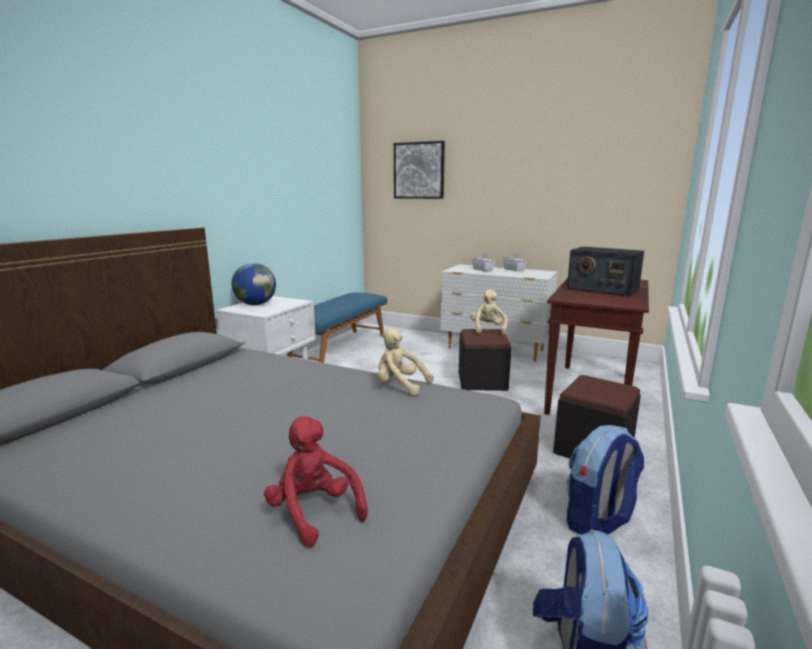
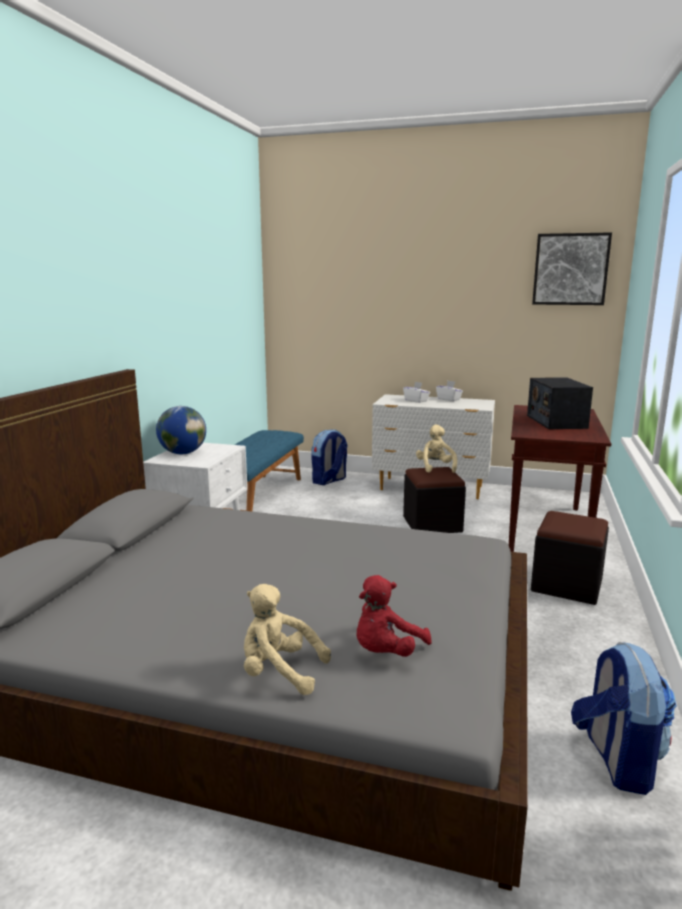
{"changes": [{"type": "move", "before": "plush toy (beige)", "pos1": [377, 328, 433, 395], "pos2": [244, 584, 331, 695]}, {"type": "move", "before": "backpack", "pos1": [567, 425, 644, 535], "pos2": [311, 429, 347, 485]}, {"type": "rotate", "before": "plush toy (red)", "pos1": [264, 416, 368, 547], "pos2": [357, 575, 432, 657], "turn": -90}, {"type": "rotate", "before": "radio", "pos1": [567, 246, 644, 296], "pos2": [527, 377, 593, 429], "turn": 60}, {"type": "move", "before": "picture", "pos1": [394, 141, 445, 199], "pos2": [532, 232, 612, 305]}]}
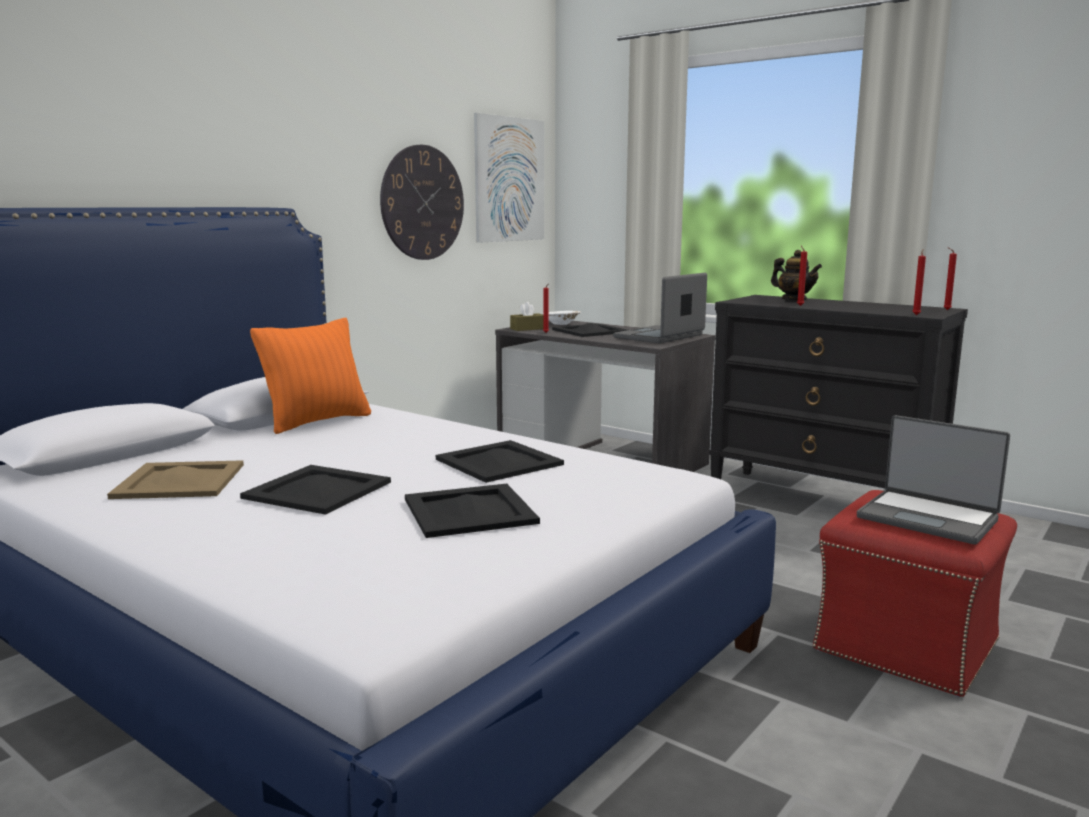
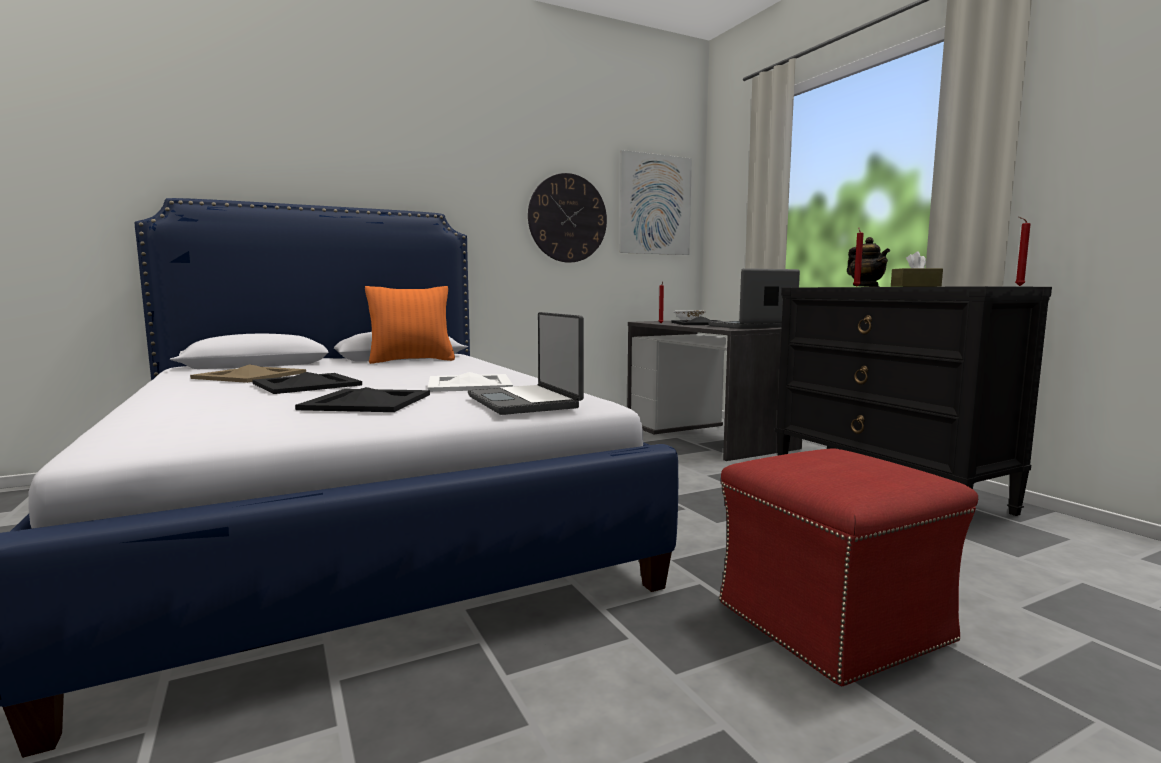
{"changes": [{"type": "recolor", "before": "tray (black)", "after": "tray (white)", "pos1": [436, 440, 564, 483], "pos2": [428, 372, 513, 392]}, {"type": "move", "before": "laptop", "pos1": [857, 415, 1010, 545], "pos2": [468, 312, 584, 415]}, {"type": "move", "before": "tissue box (brown)", "pos1": [510, 302, 543, 331], "pos2": [891, 251, 943, 287]}, {"type": "delete", "before": "candle (red)", "pos1": [912, 249, 926, 315]}]}
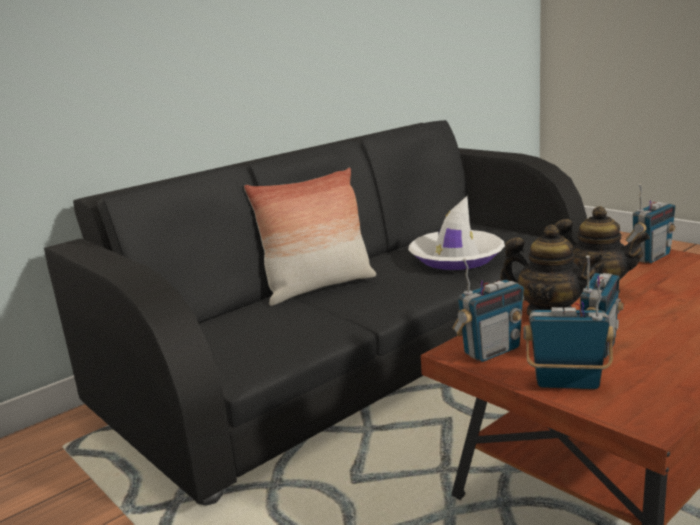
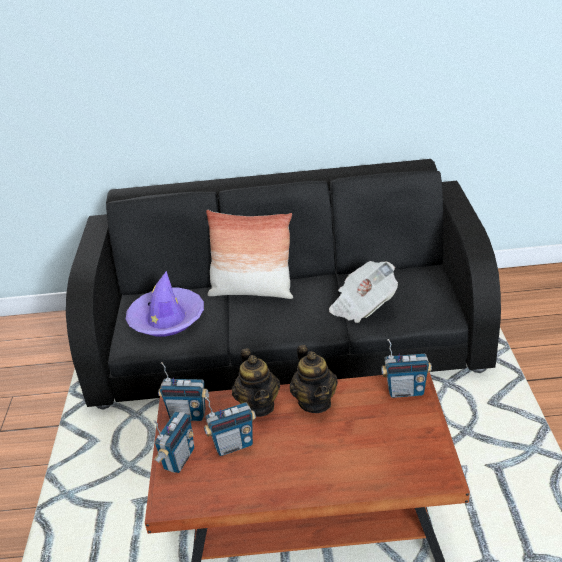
{"changes": [{"type": "insert", "after": "hat (purple)", "pos2": [126, 271, 204, 337]}, {"type": "rotate", "before": "radio", "pos1": [523, 278, 615, 389], "pos2": [153, 411, 194, 473], "turn": 60}, {"type": "replace", "before": "hat (white)", "after": "newspaper", "pos1": [408, 196, 505, 270], "pos2": [329, 261, 398, 323]}]}
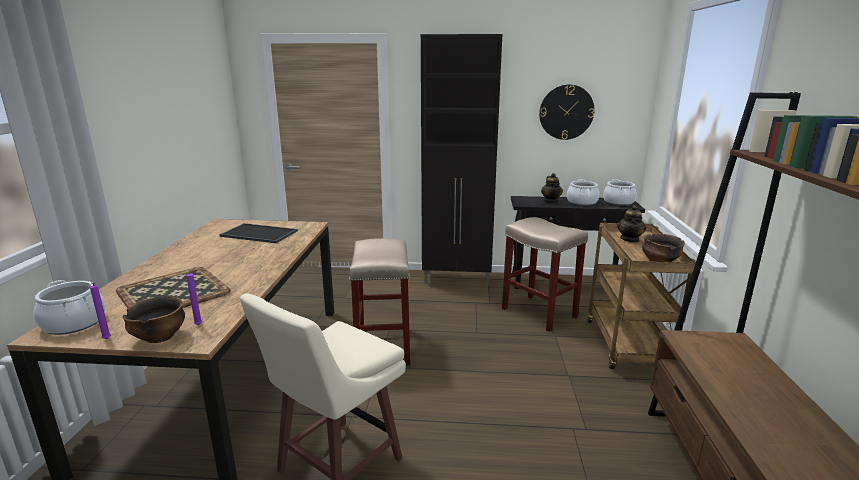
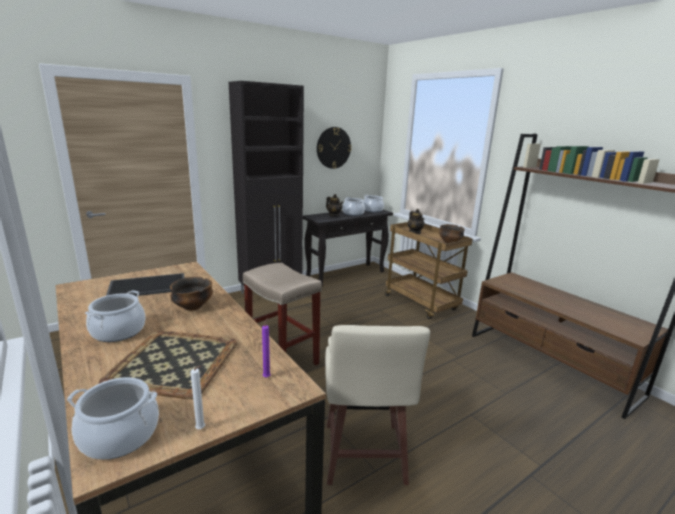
{"changes": [{"type": "insert", "after": "cooking pot", "pos2": [85, 290, 146, 342]}, {"type": "move", "before": "bowl", "pos1": [122, 296, 185, 343], "pos2": [170, 277, 213, 311]}, {"type": "recolor", "before": "candle (purple)", "after": "candle (white)", "pos1": [90, 283, 111, 339], "pos2": [191, 366, 205, 429]}, {"type": "delete", "before": "stool (beige)", "pos1": [502, 217, 588, 332]}]}
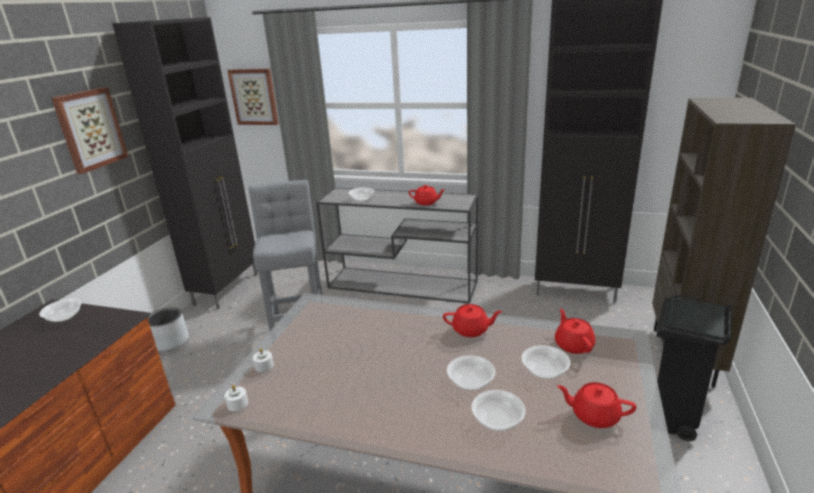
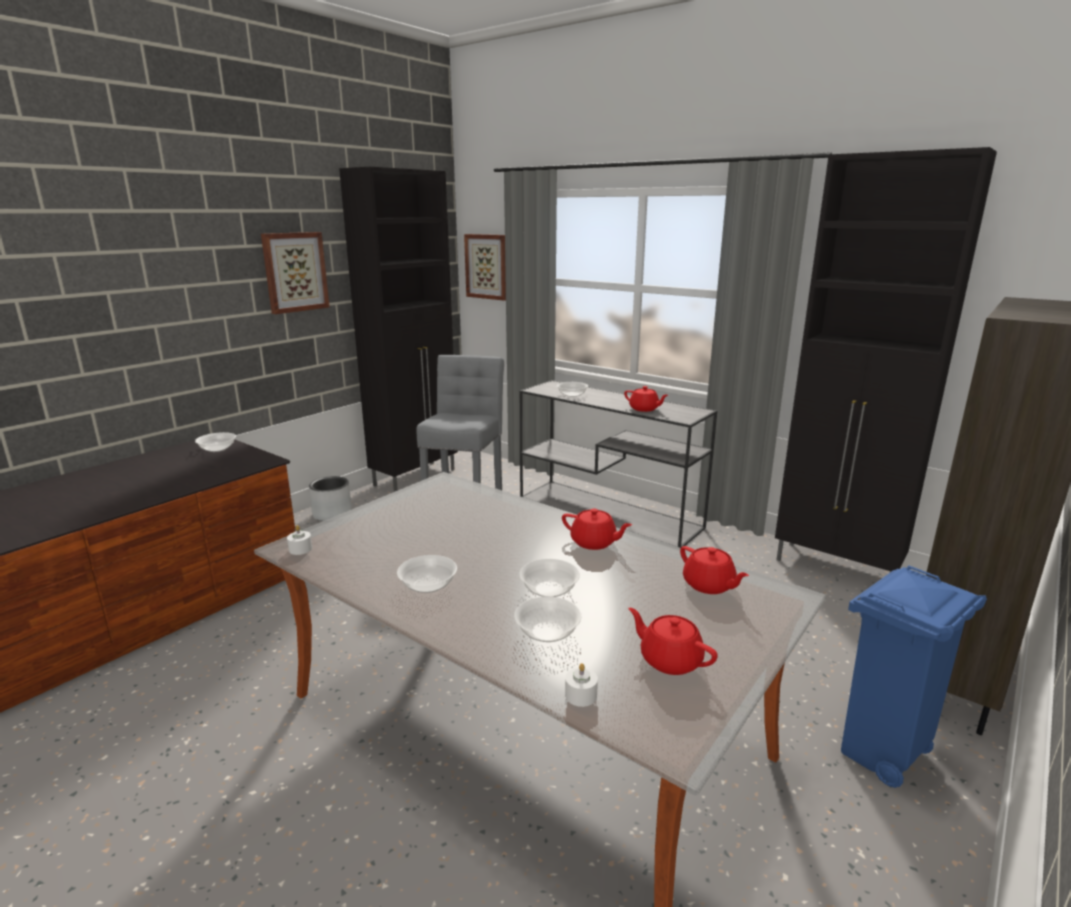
{"changes": [{"type": "move", "before": "bowl", "pos1": [522, 345, 571, 379], "pos2": [397, 555, 457, 593]}, {"type": "move", "before": "candle (white)", "pos1": [253, 348, 274, 372], "pos2": [565, 663, 598, 707]}, {"type": "rotate", "before": "teapot (red)", "pos1": [555, 309, 596, 354], "pos2": [680, 546, 749, 594], "turn": 135}, {"type": "recolor", "before": "trash can (black)", "after": "trash can (blue)", "pos1": [656, 294, 732, 441], "pos2": [841, 566, 987, 788]}]}
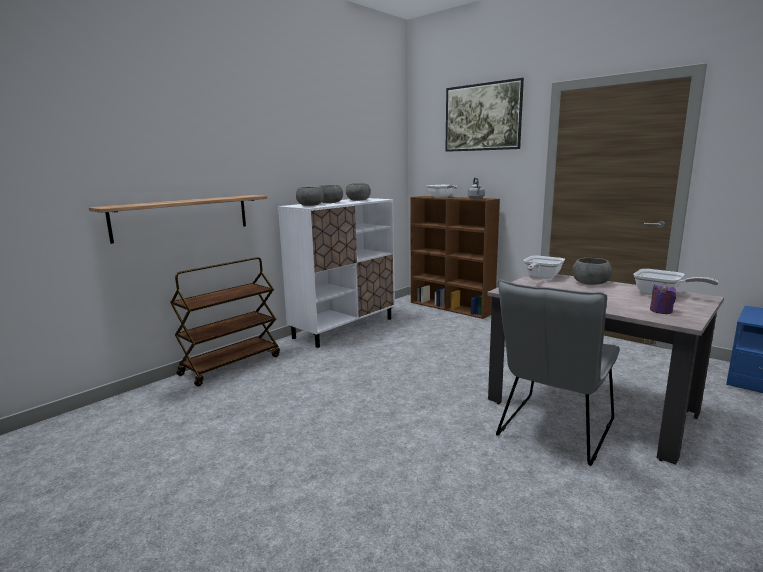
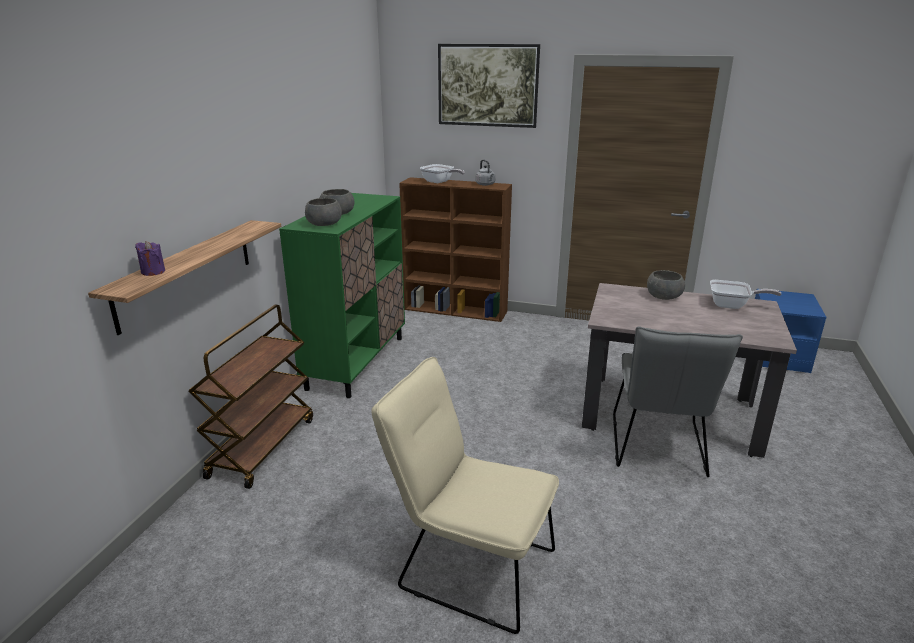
{"changes": [{"type": "move", "before": "candle (purple)", "pos1": [650, 283, 676, 314], "pos2": [135, 241, 165, 276]}, {"type": "recolor", "before": "cabinet (white)", "after": "cabinet (green)", "pos1": [278, 198, 395, 348], "pos2": [279, 193, 405, 398]}, {"type": "insert", "after": "chair (beige)", "pos2": [372, 357, 559, 634]}, {"type": "delete", "before": "bowl (grey)", "pos1": [346, 183, 371, 201]}, {"type": "delete", "before": "frying pan", "pos1": [524, 256, 565, 279]}]}
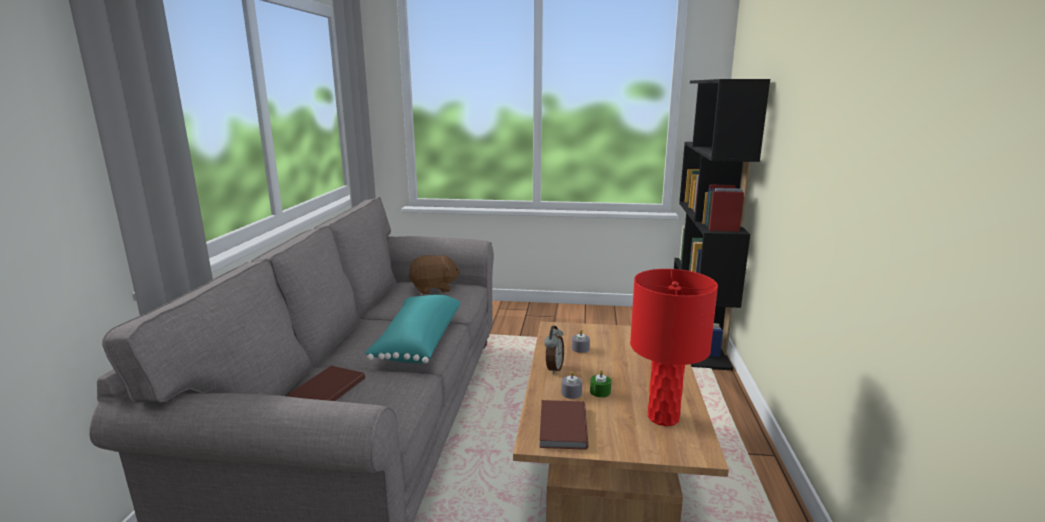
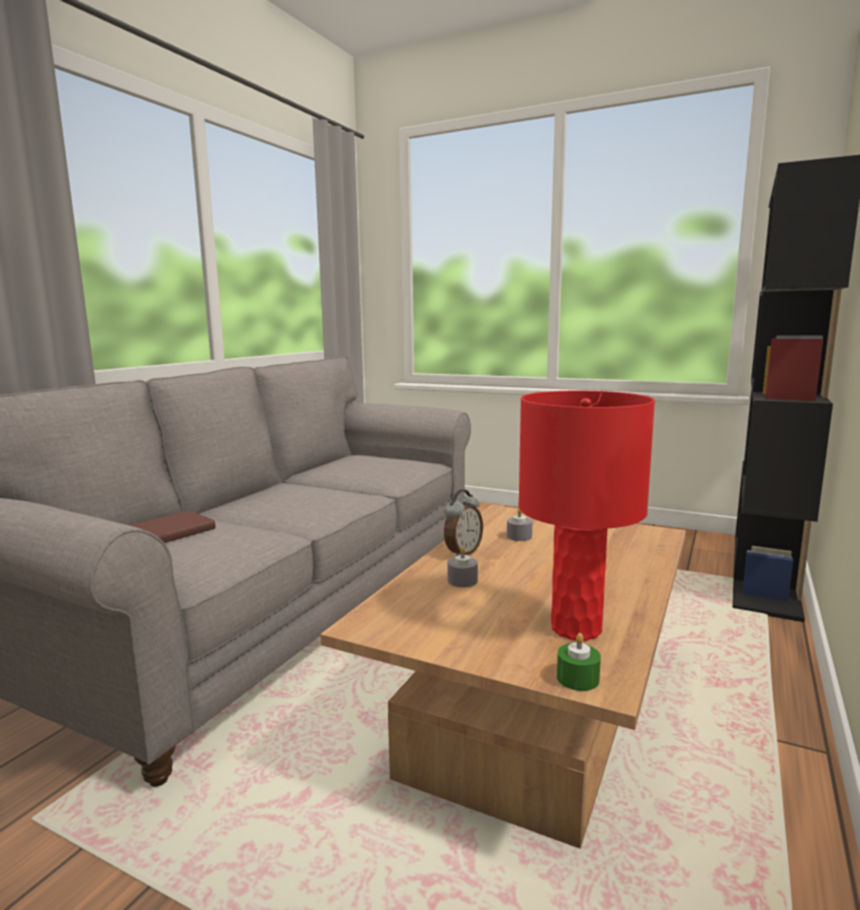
{"changes": [{"type": "move", "before": "candle (green)", "pos1": [590, 370, 611, 398], "pos2": [557, 633, 601, 691]}, {"type": "delete", "before": "pillow (turquoise)", "pos1": [365, 295, 461, 363]}, {"type": "delete", "before": "plush toy (brown)", "pos1": [408, 255, 460, 294]}, {"type": "delete", "before": "book (brown)", "pos1": [539, 400, 588, 450]}]}
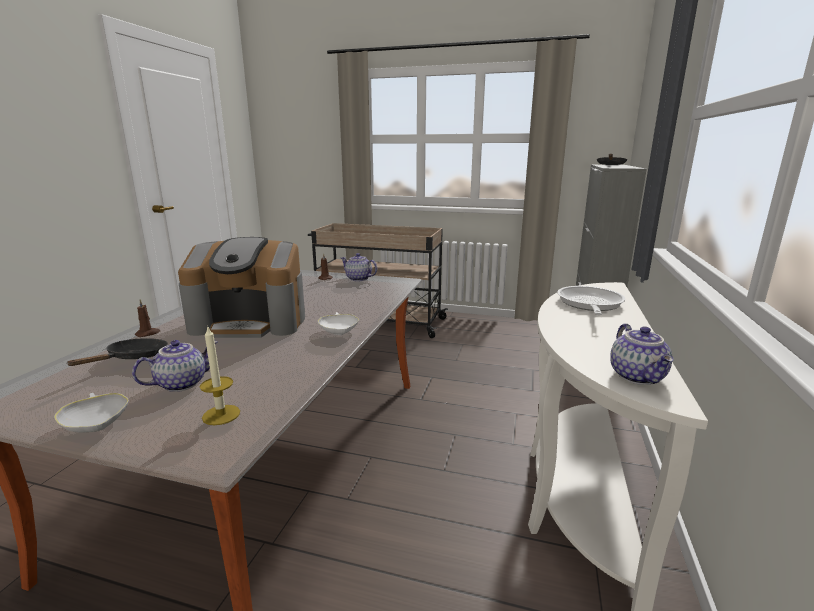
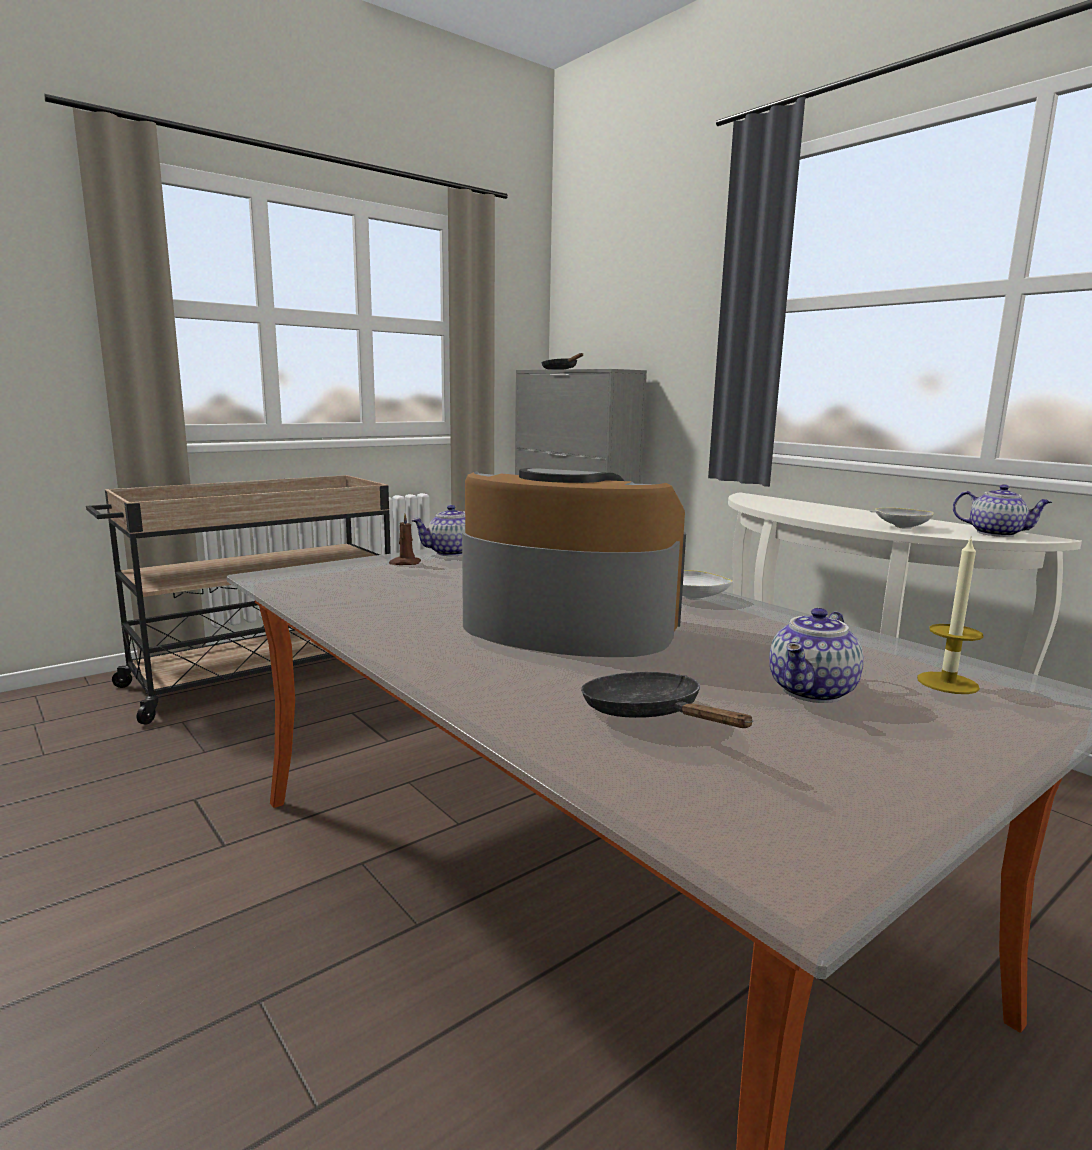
{"changes": [{"type": "rotate", "before": "coffee machine", "pos1": [178, 237, 305, 338], "pos2": [462, 468, 686, 657], "turn": -105}, {"type": "rotate", "before": "teapot", "pos1": [132, 340, 218, 392], "pos2": [769, 608, 864, 703], "turn": -135}, {"type": "move", "before": "bowl (white)", "pos1": [54, 393, 129, 432], "pos2": [870, 508, 934, 529]}, {"type": "delete", "before": "candle (brown)", "pos1": [135, 299, 160, 337]}, {"type": "delete", "before": "frying pan", "pos1": [557, 286, 626, 315]}]}
